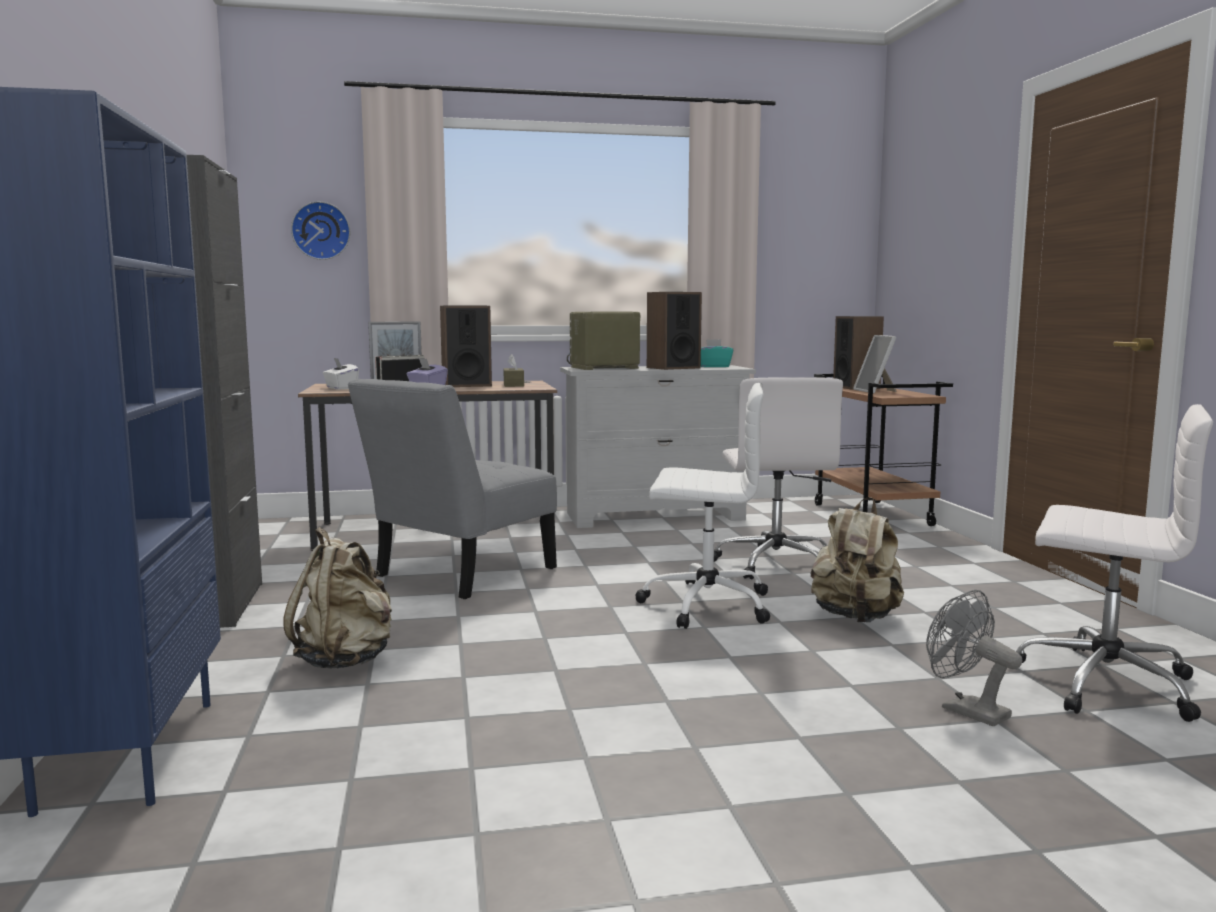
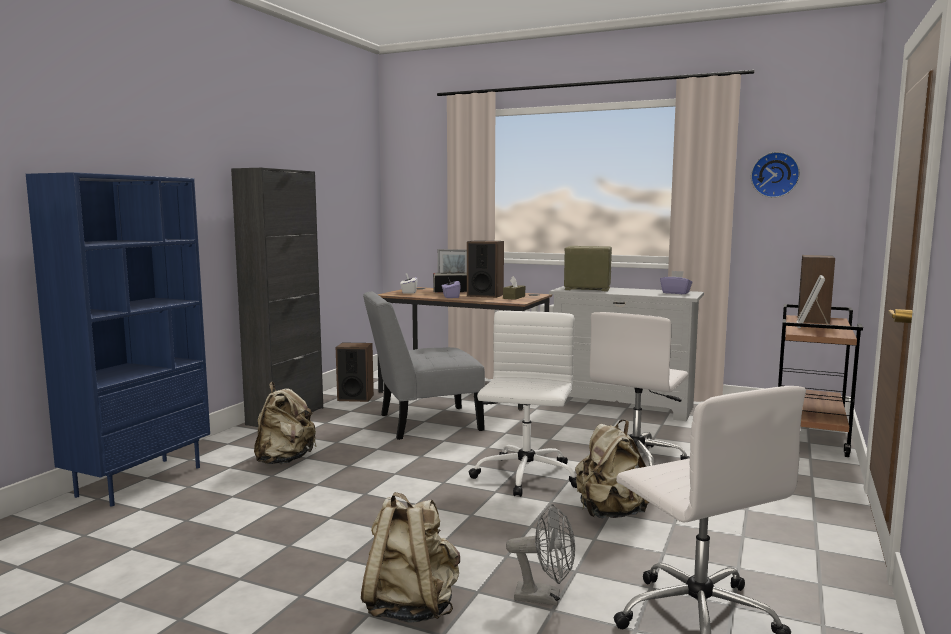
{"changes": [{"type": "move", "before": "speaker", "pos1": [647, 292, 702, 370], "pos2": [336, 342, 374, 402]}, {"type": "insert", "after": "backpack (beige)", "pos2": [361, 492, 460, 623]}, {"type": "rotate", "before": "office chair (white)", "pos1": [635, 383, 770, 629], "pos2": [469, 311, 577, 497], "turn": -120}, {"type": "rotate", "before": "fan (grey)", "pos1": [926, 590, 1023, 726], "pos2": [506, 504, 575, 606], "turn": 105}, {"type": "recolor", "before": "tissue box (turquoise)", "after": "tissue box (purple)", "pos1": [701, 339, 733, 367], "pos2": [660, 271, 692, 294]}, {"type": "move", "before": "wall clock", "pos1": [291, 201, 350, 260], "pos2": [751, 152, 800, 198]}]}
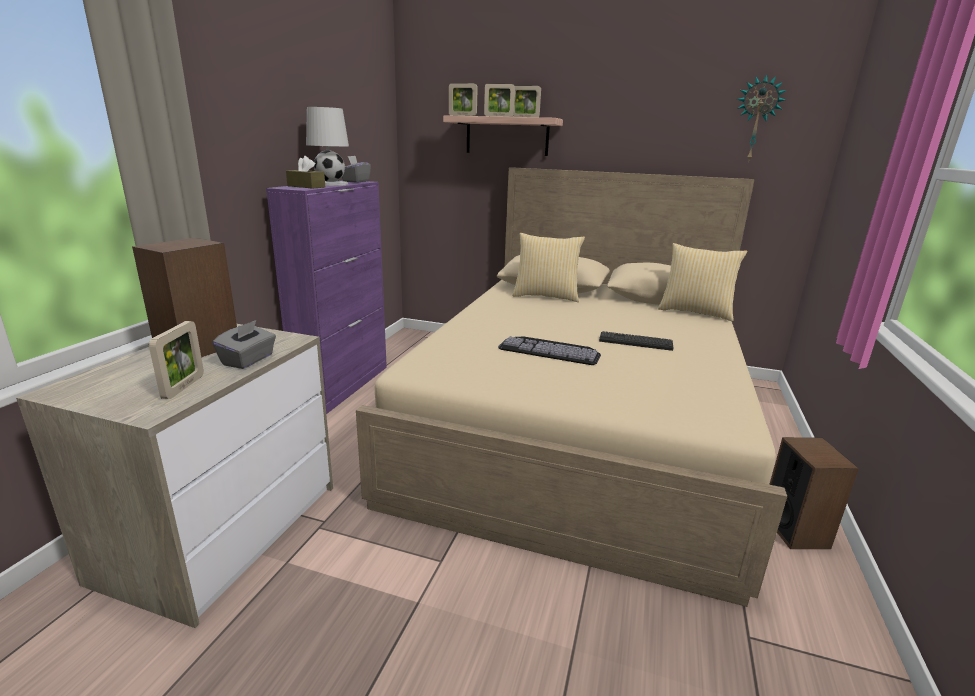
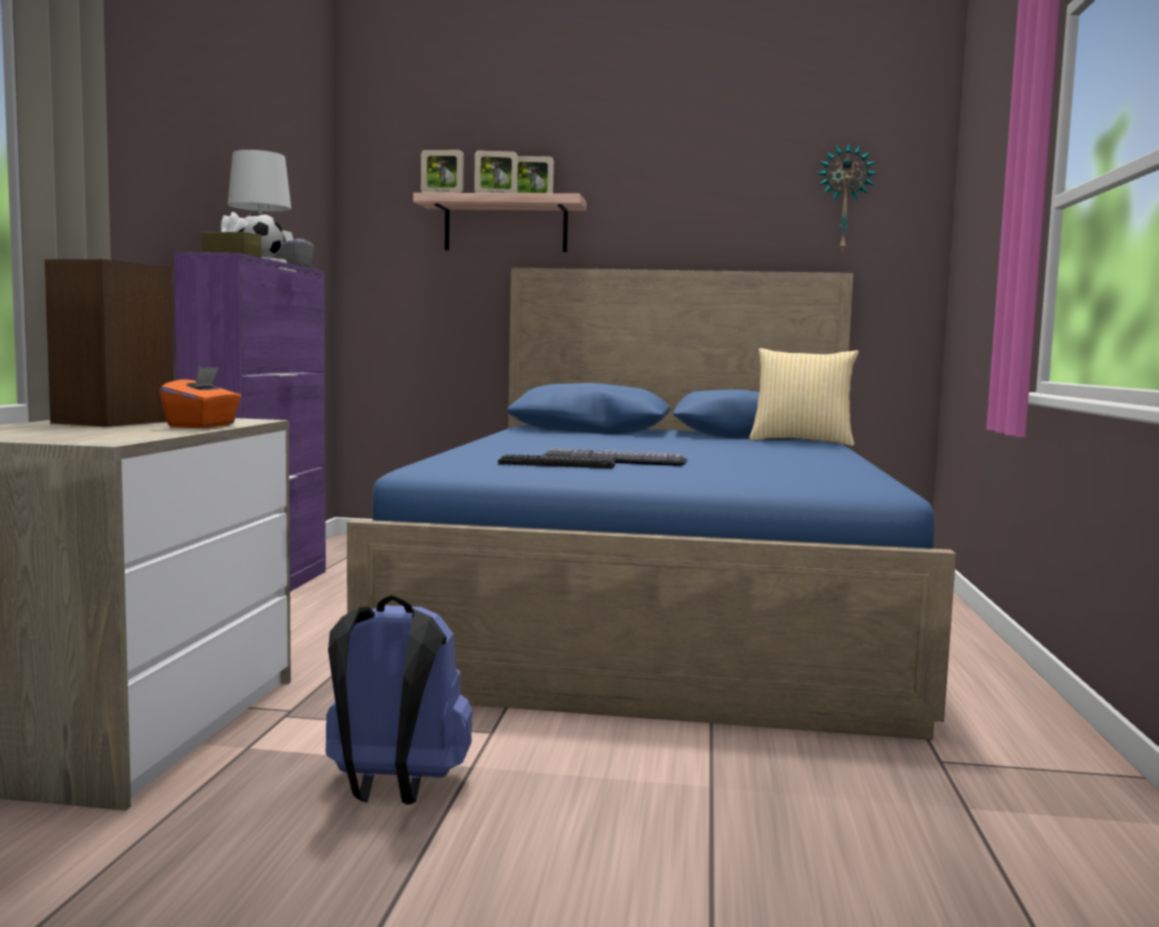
{"changes": [{"type": "recolor", "before": "tissue box (grey)", "after": "tissue box (orange)", "pos1": [213, 320, 276, 369], "pos2": [160, 367, 241, 428]}, {"type": "insert", "after": "backpack (blue)", "pos2": [326, 595, 472, 805]}, {"type": "recolor", "before": "bed (beige)", "after": "bed (blue)", "pos1": [356, 167, 787, 607], "pos2": [347, 268, 956, 740]}, {"type": "move", "before": "keyboard", "pos1": [599, 331, 673, 351], "pos2": [498, 454, 615, 469]}, {"type": "delete", "before": "picture frame", "pos1": [149, 321, 204, 399]}, {"type": "delete", "before": "pillow", "pos1": [512, 233, 585, 302]}, {"type": "delete", "before": "speaker", "pos1": [769, 437, 859, 549]}]}
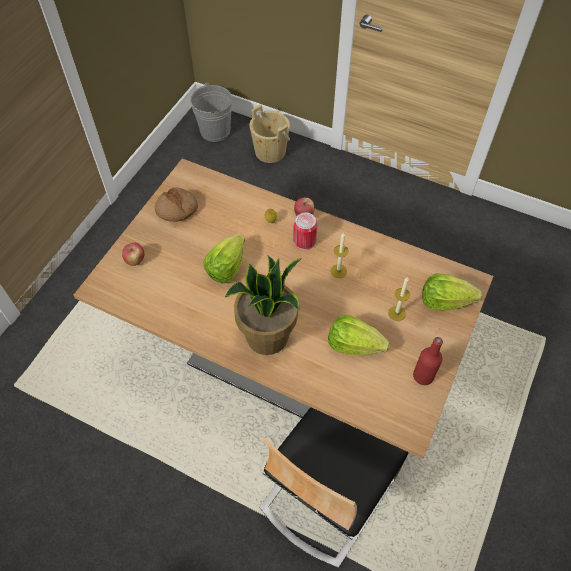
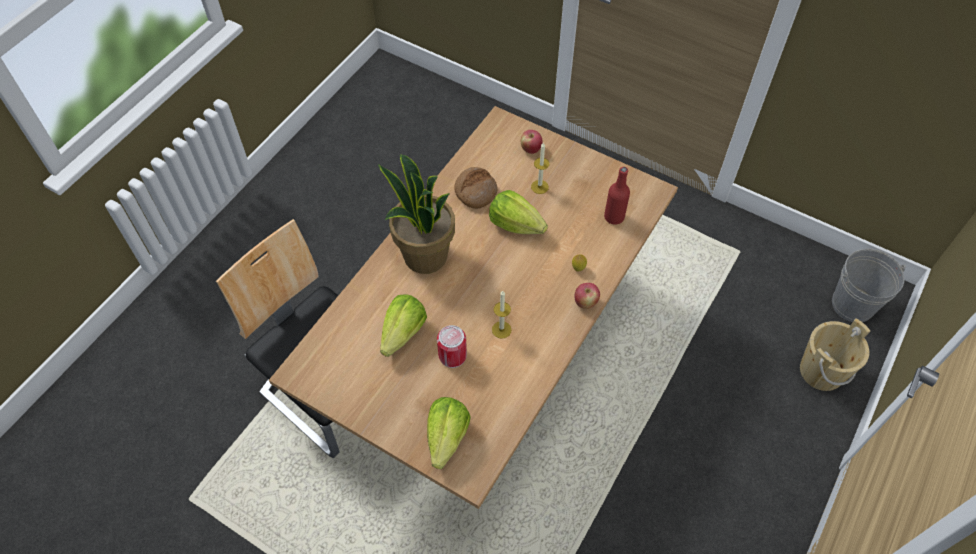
{"changes": [{"type": "move", "before": "can", "pos1": [293, 212, 318, 250], "pos2": [437, 325, 467, 368]}, {"type": "move", "before": "bread", "pos1": [155, 187, 198, 222], "pos2": [454, 167, 498, 209]}, {"type": "move", "before": "candle", "pos1": [388, 277, 410, 321], "pos2": [531, 142, 549, 194]}, {"type": "move", "before": "bottle (red)", "pos1": [413, 337, 443, 385], "pos2": [604, 167, 630, 225]}]}
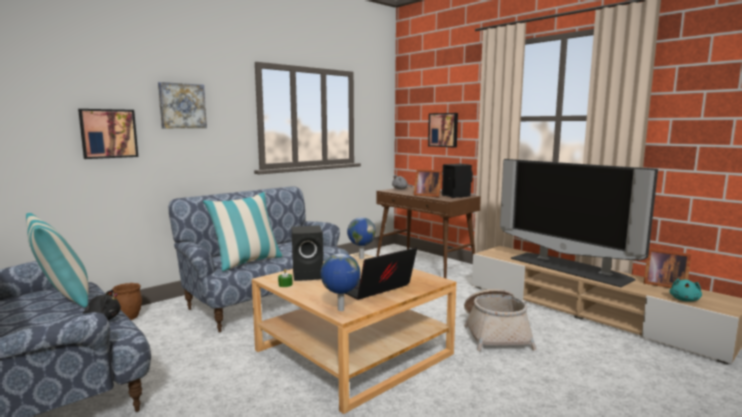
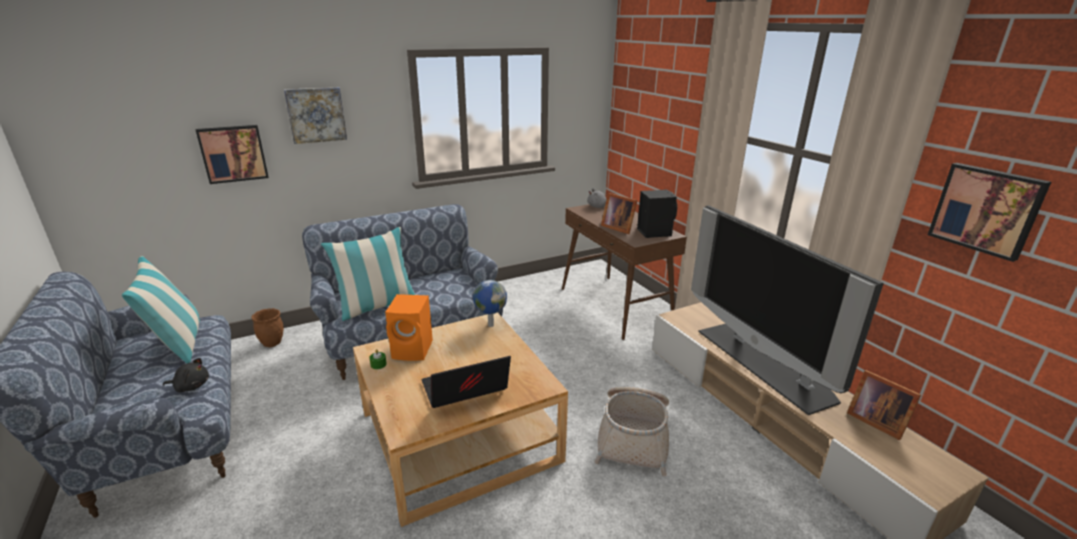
{"changes": [{"type": "recolor", "before": "speaker (black)", "after": "speaker (orange)", "pos1": [292, 225, 323, 281], "pos2": [385, 294, 433, 361]}, {"type": "move", "before": "picture", "pos1": [428, 113, 458, 147], "pos2": [928, 163, 1051, 262]}, {"type": "delete", "before": "globe", "pos1": [320, 253, 361, 311]}, {"type": "delete", "before": "plush toy (turquoise)", "pos1": [669, 279, 702, 302]}]}
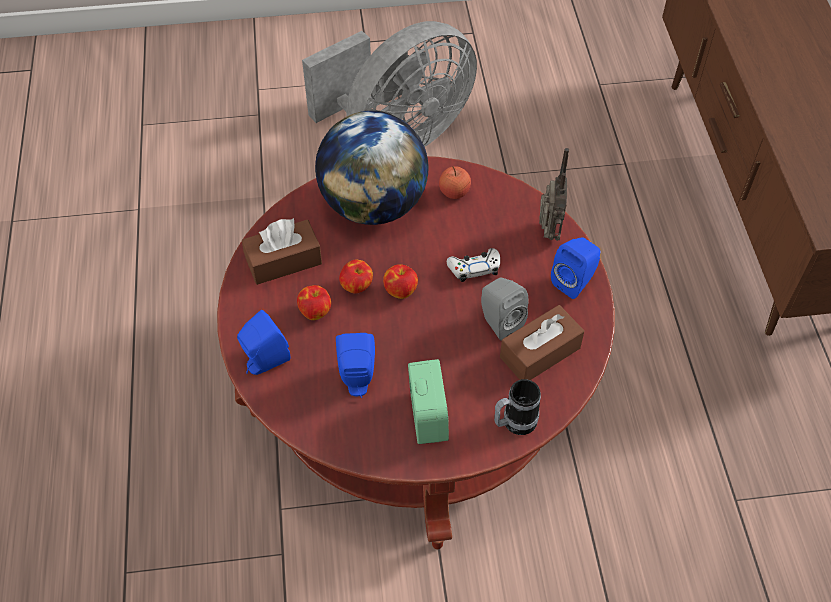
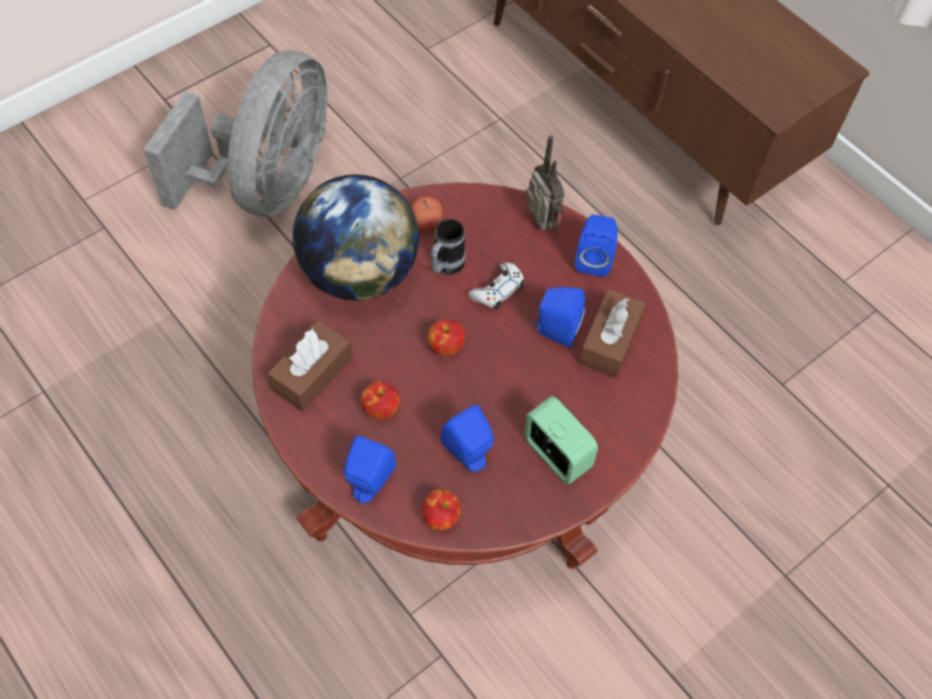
{"changes": [{"type": "move", "before": "apple", "pos1": [339, 260, 373, 293], "pos2": [422, 489, 460, 530]}, {"type": "move", "before": "mug", "pos1": [494, 379, 541, 435], "pos2": [431, 219, 466, 275]}, {"type": "recolor", "before": "speaker (grey)", "after": "speaker (blue)", "pos1": [481, 278, 529, 341], "pos2": [533, 287, 586, 348]}]}
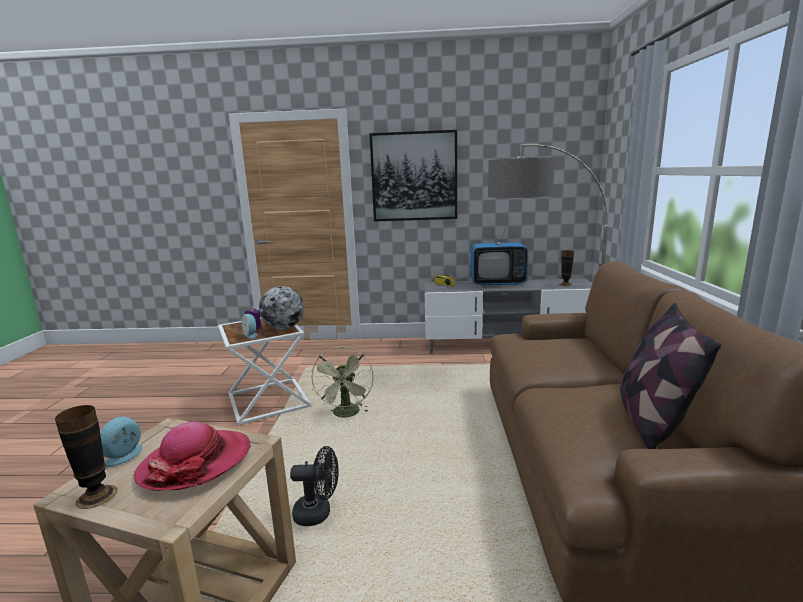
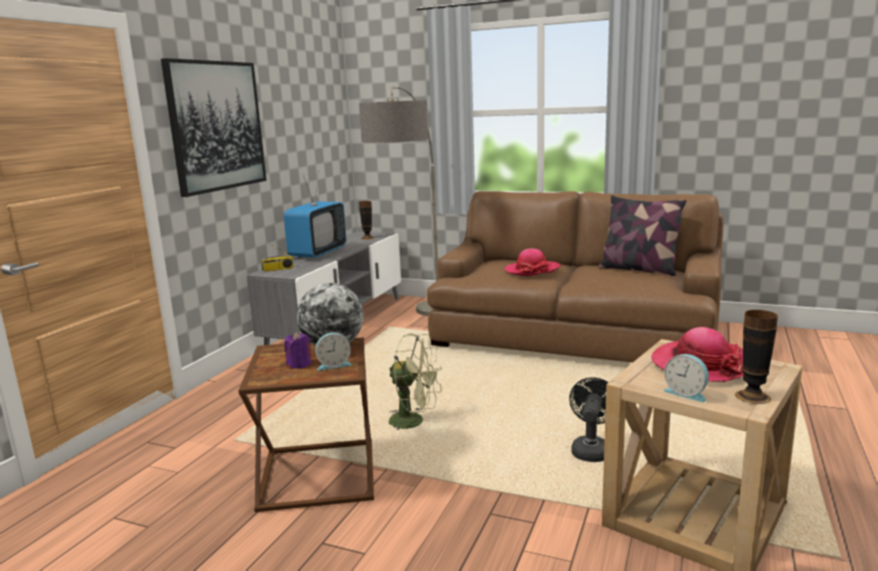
{"changes": [{"type": "recolor", "before": "side table (white)", "after": "side table (brown)", "pos1": [218, 318, 311, 425], "pos2": [238, 337, 374, 512]}, {"type": "insert", "after": "hat", "pos2": [505, 248, 561, 276]}]}
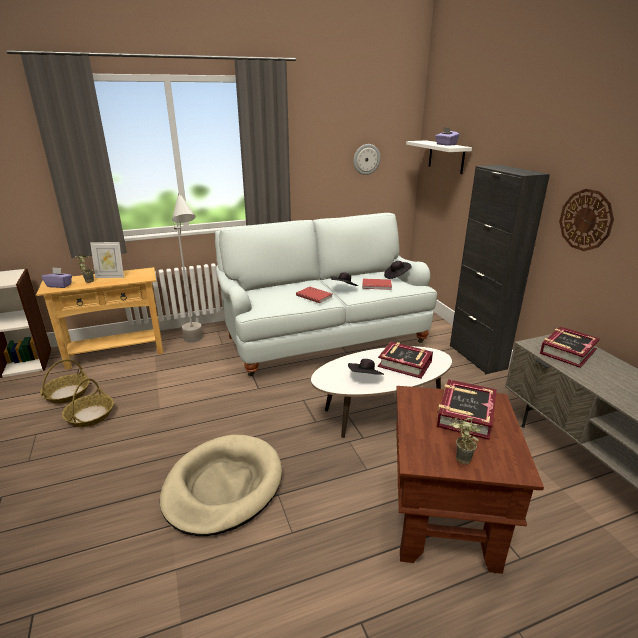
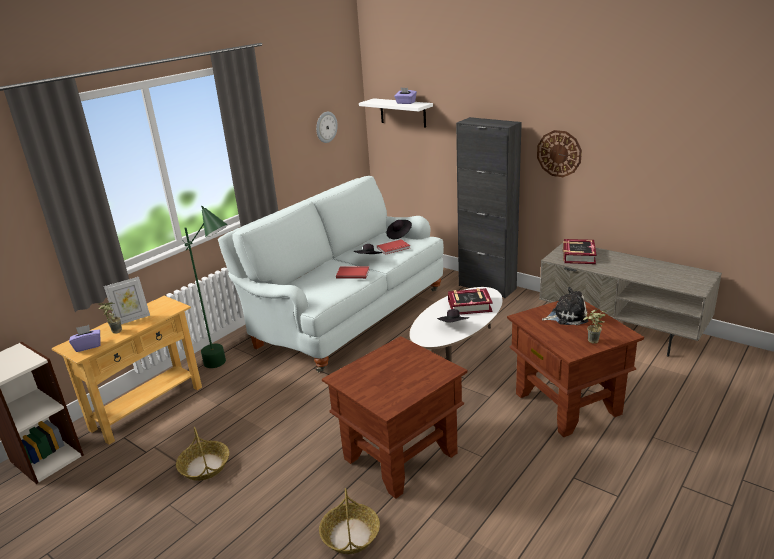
{"changes": [{"type": "recolor", "before": "floor lamp (grey)", "after": "floor lamp (green)", "pos1": [172, 193, 203, 342], "pos2": [182, 206, 228, 368]}, {"type": "move", "before": "basket", "pos1": [40, 359, 89, 404], "pos2": [319, 488, 380, 554]}, {"type": "replace", "before": "dog bed (beige)", "after": "side table (brown)", "pos1": [160, 435, 282, 536], "pos2": [322, 336, 468, 499]}, {"type": "replace", "before": "book", "after": "plush toy", "pos1": [436, 379, 497, 440], "pos2": [542, 287, 588, 325]}]}
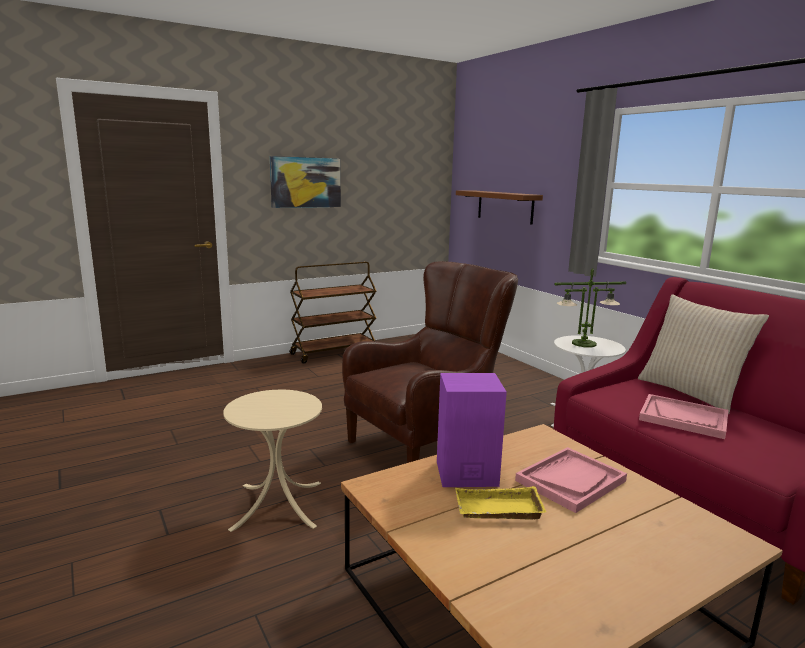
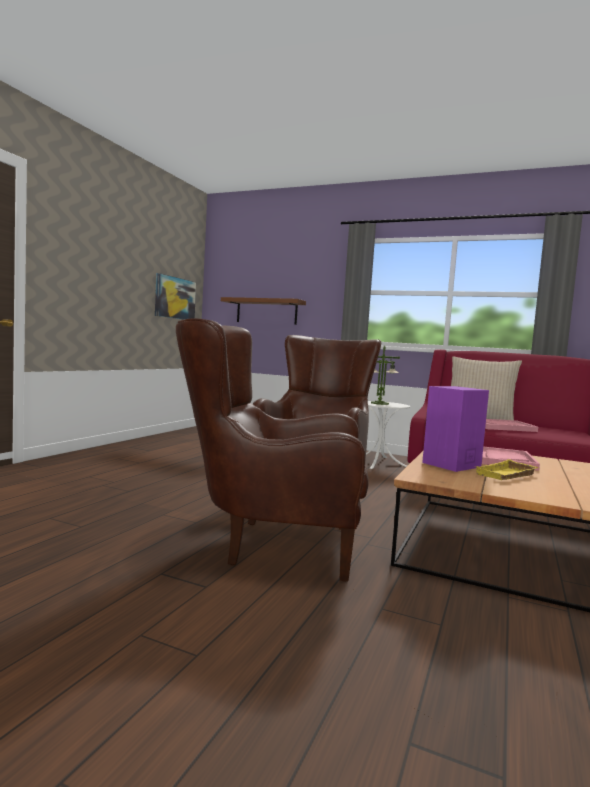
{"changes": [{"type": "move", "before": "picture", "pos1": [270, 156, 341, 208], "pos2": [155, 273, 196, 319]}, {"type": "replace", "before": "side table (beige)", "after": "armchair (brown)", "pos1": [223, 390, 322, 532], "pos2": [176, 318, 369, 582]}, {"type": "delete", "before": "cart (brown)", "pos1": [289, 262, 376, 364]}]}
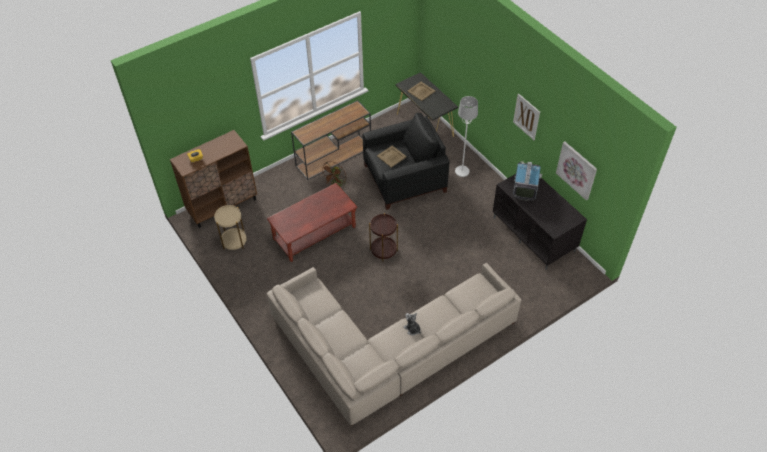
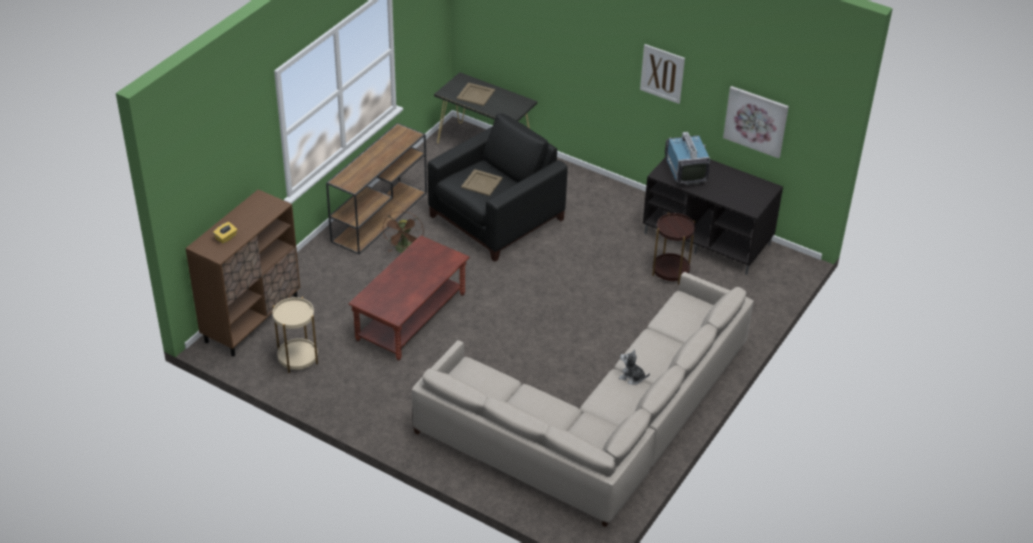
{"changes": [{"type": "move", "before": "side table (brown)", "pos1": [369, 213, 398, 261], "pos2": [652, 212, 695, 285]}, {"type": "delete", "before": "floor lamp (white)", "pos1": [455, 96, 478, 177]}]}
